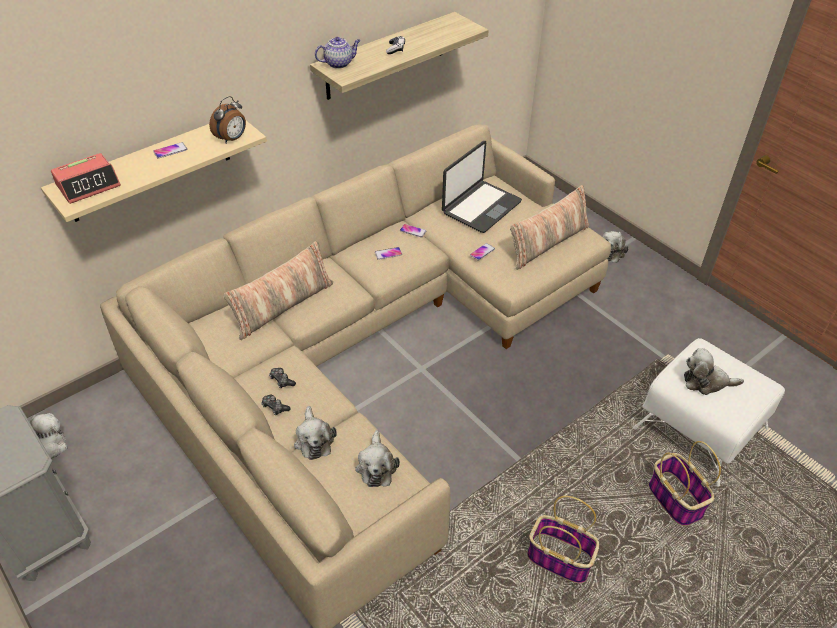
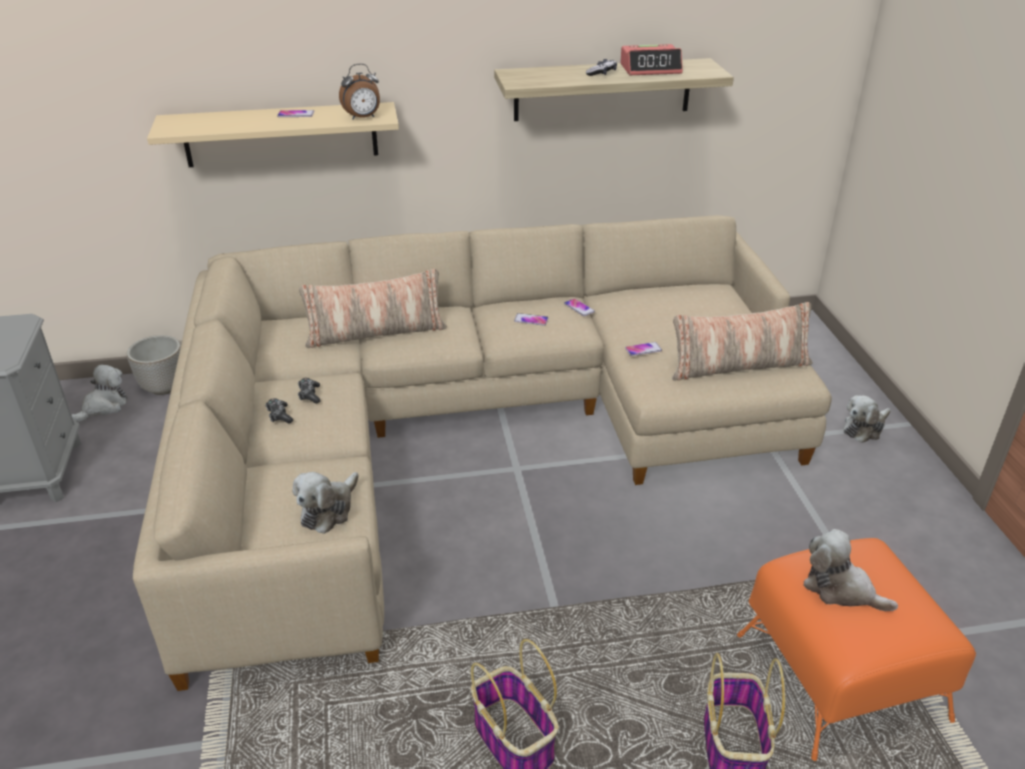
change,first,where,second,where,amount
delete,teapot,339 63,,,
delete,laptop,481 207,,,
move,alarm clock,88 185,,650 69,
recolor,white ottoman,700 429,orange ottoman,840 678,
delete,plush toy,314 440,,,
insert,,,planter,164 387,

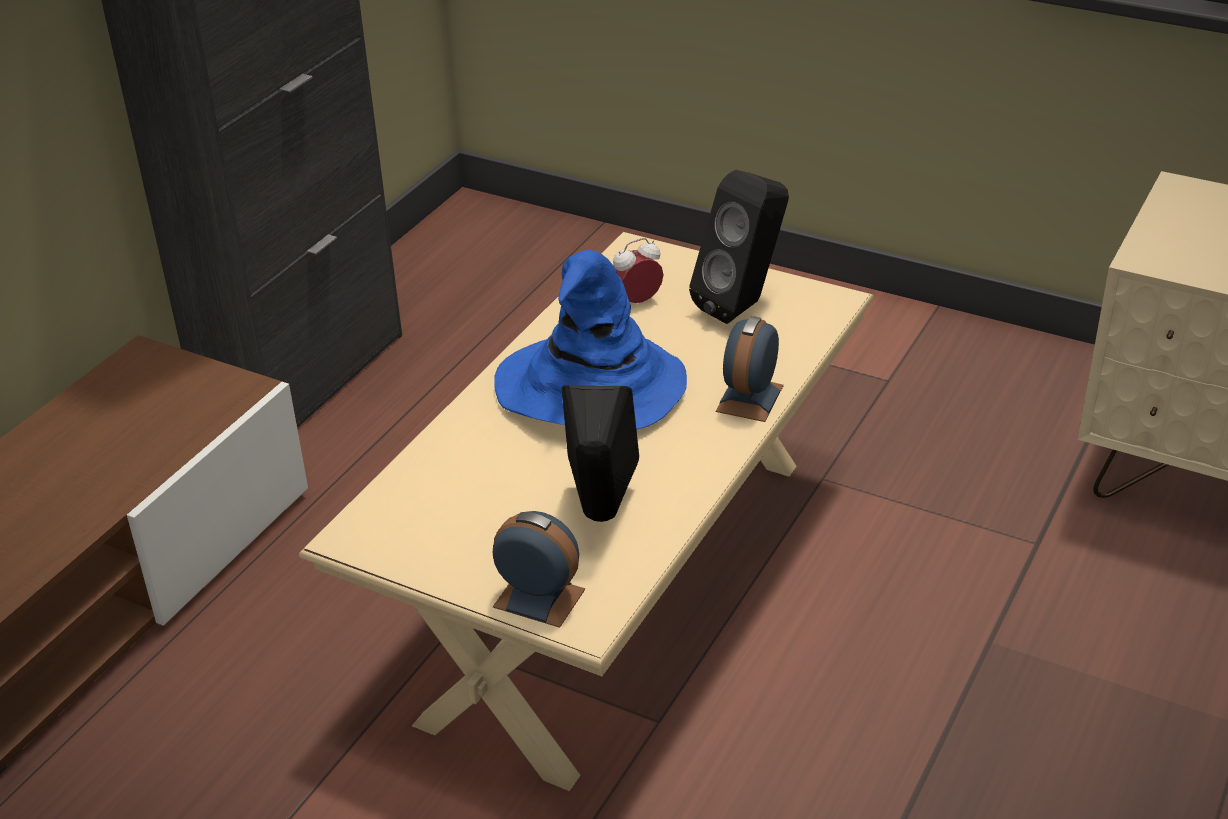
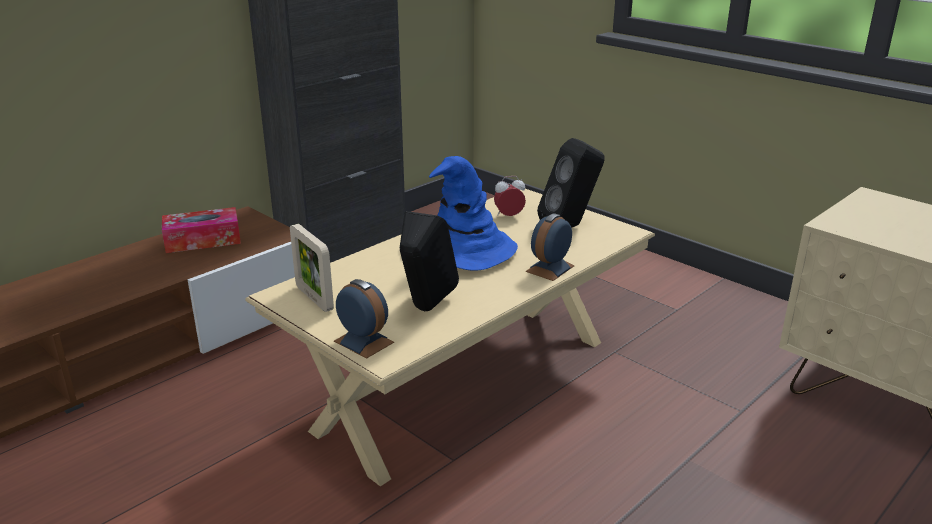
change,first,where,second,where,amount
insert,,,tissue box,203 240,
insert,,,picture frame,314 298,

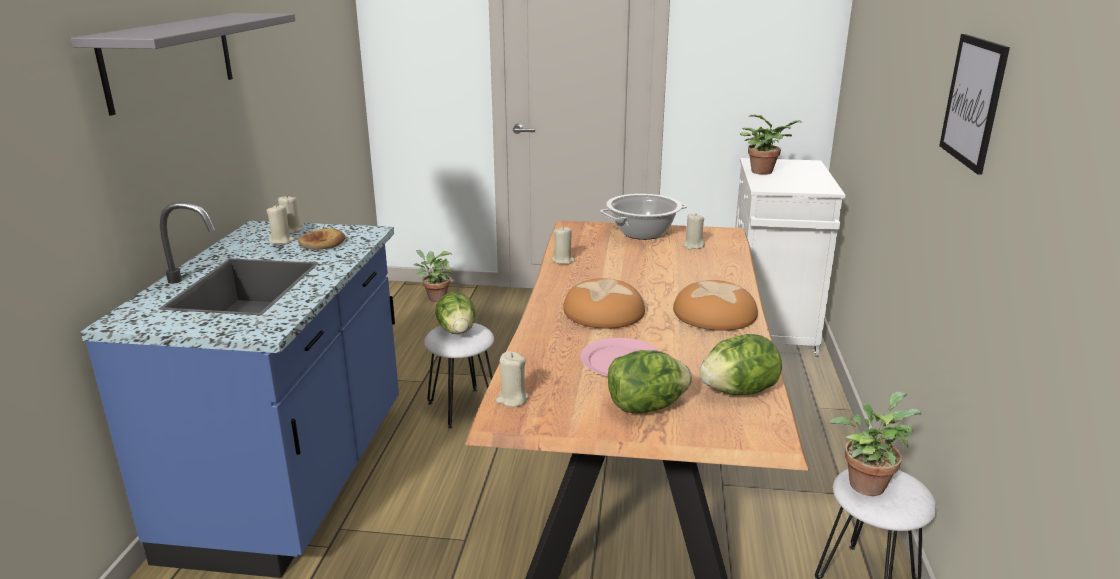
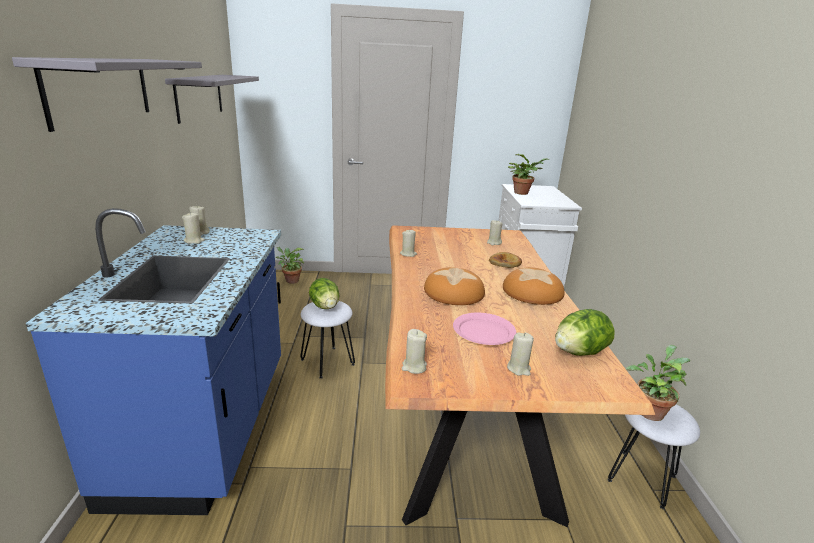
change,first,where,second,where,amount
delete,picture,973 101,,,
delete,cooking pot,642 233,,,
move,bread,322 243,,505 263,
replace,lettuce,646 407,beige candle,519 368,
insert,,,grey shelf,199 96,

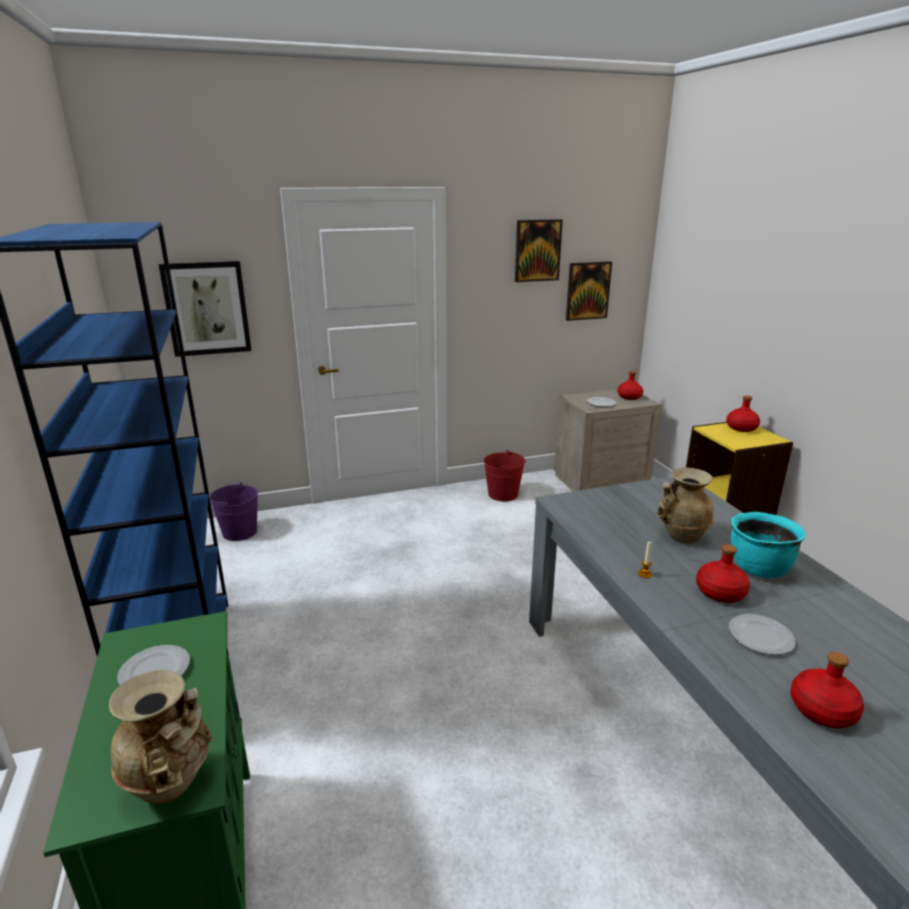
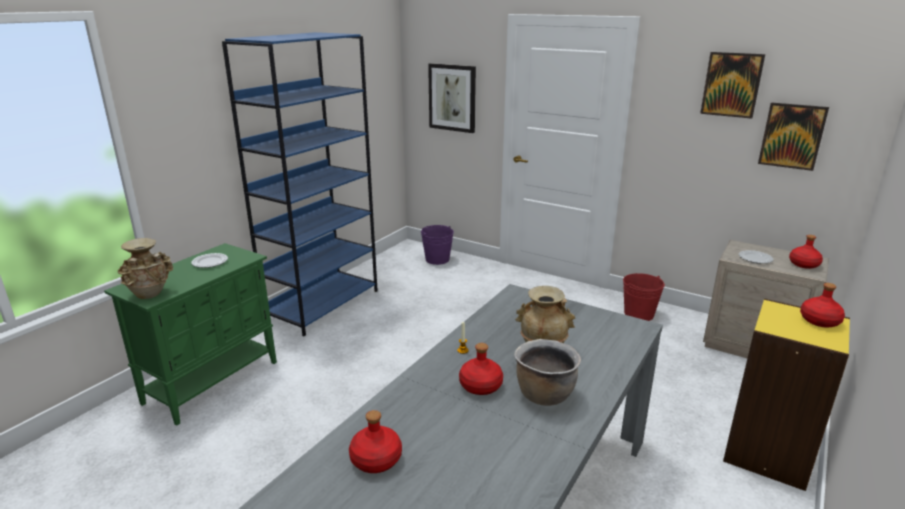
change,first,where,second,where,amount
recolor,turquoise cooking pot,758 568,brown cooking pot,544 394,
delete,plate,761 637,,,

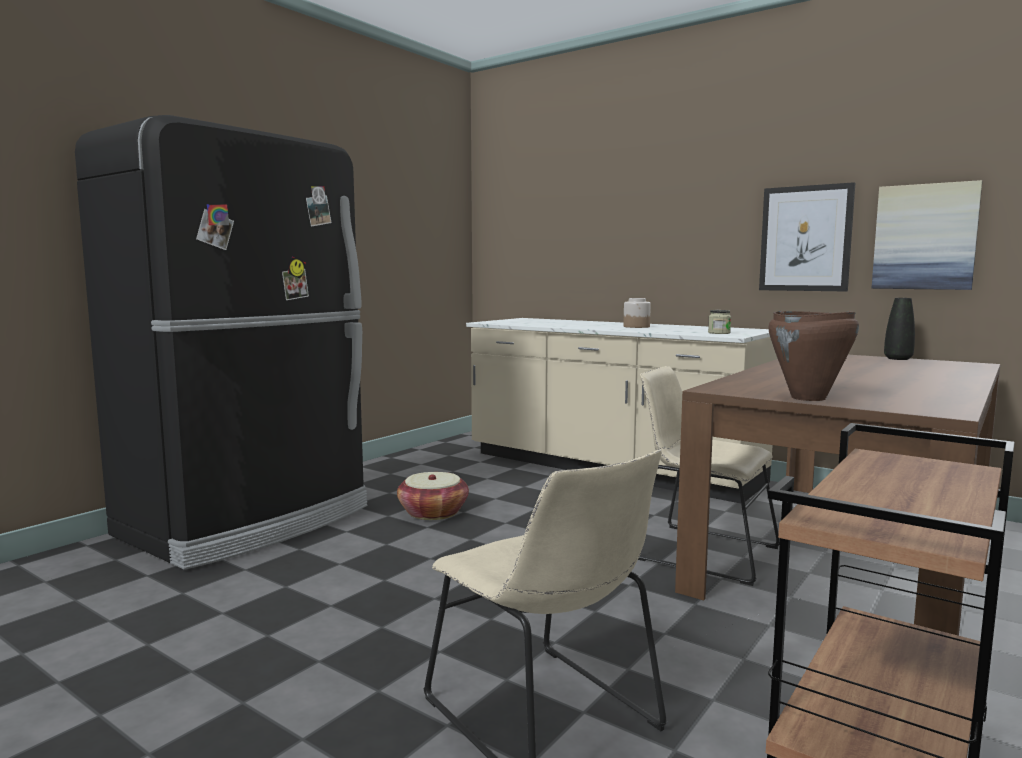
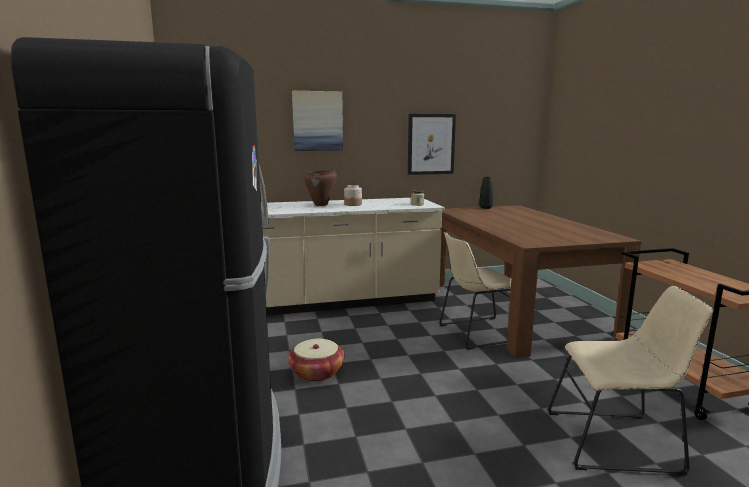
change,first,where,second,where,amount
move,picture,925 237,,317 121,
move,brown cooking pot,808 398,,321 205,

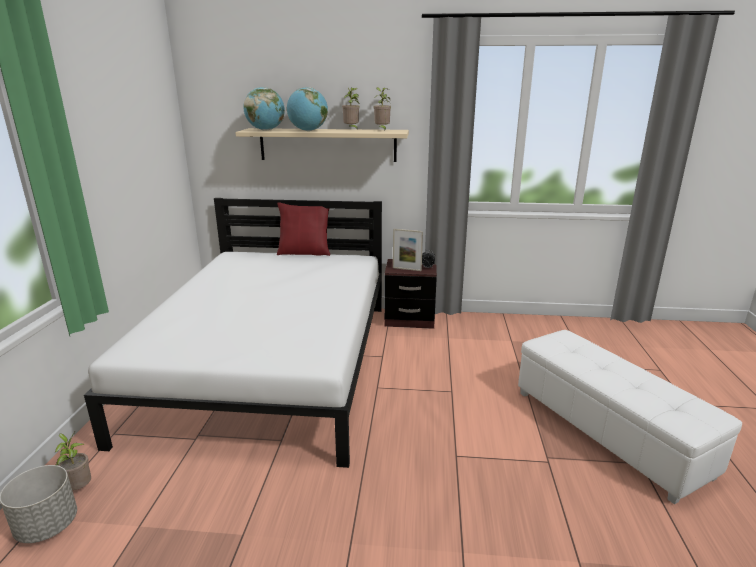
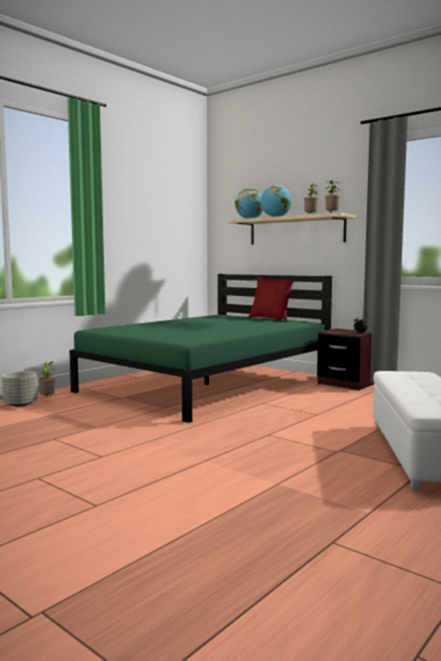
change,first,where,second,where,amount
recolor,white bed,273 364,green bed,208 384,
delete,picture frame,407 269,,,

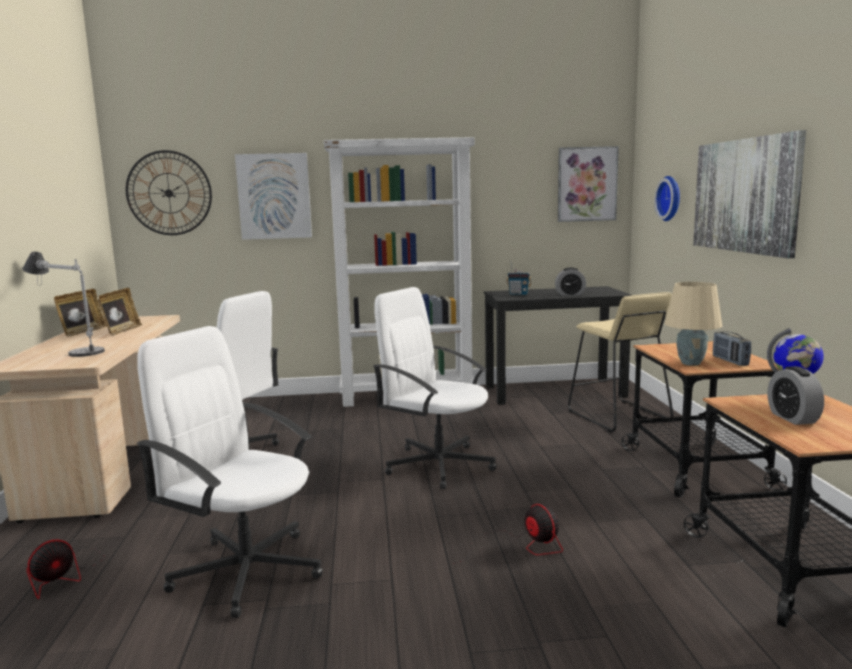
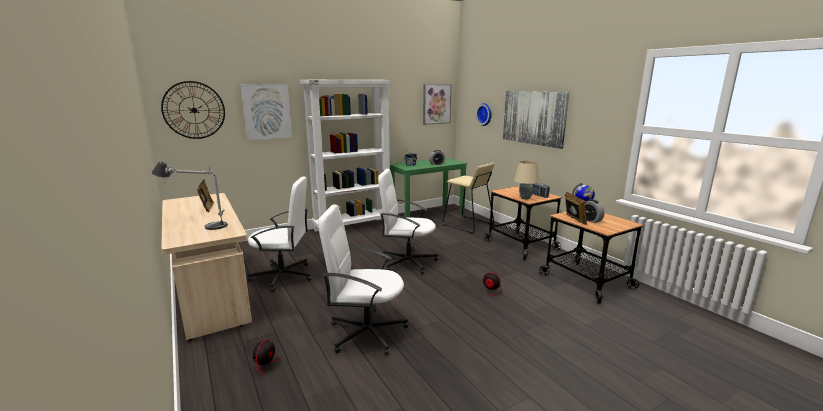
change,first,where,second,where,amount
recolor,black desk,554 391,green desk,427 215,
move,picture frame,82 332,,573 220,

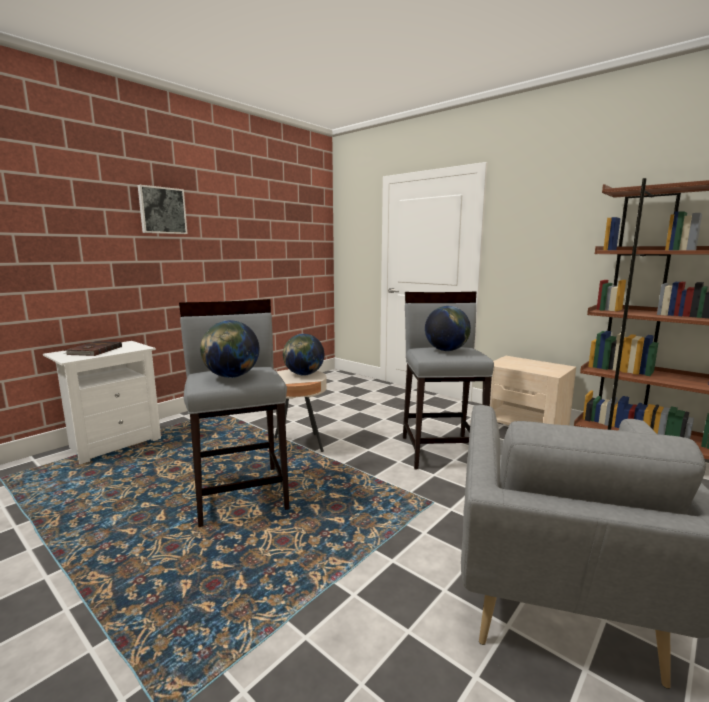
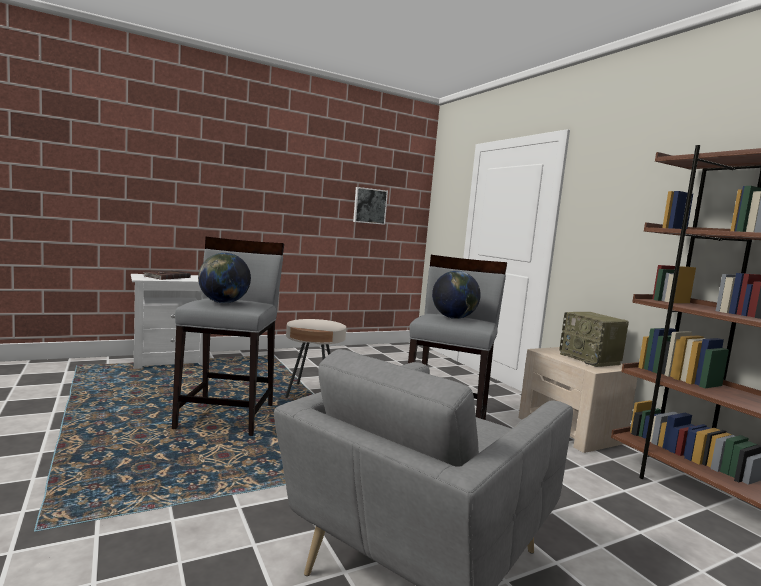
change,first,where,second,where,amount
move,picture,162 210,,369 206,
delete,globe,304 374,,,
insert,,,radio,590 359,

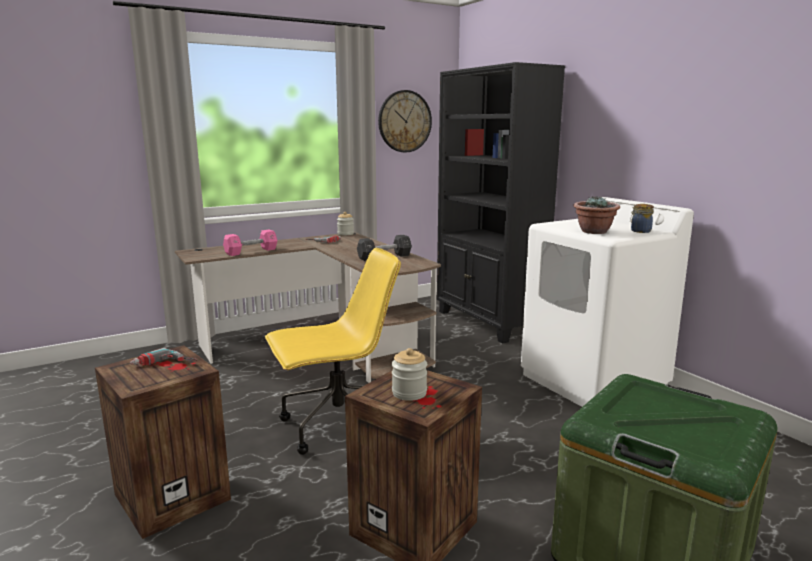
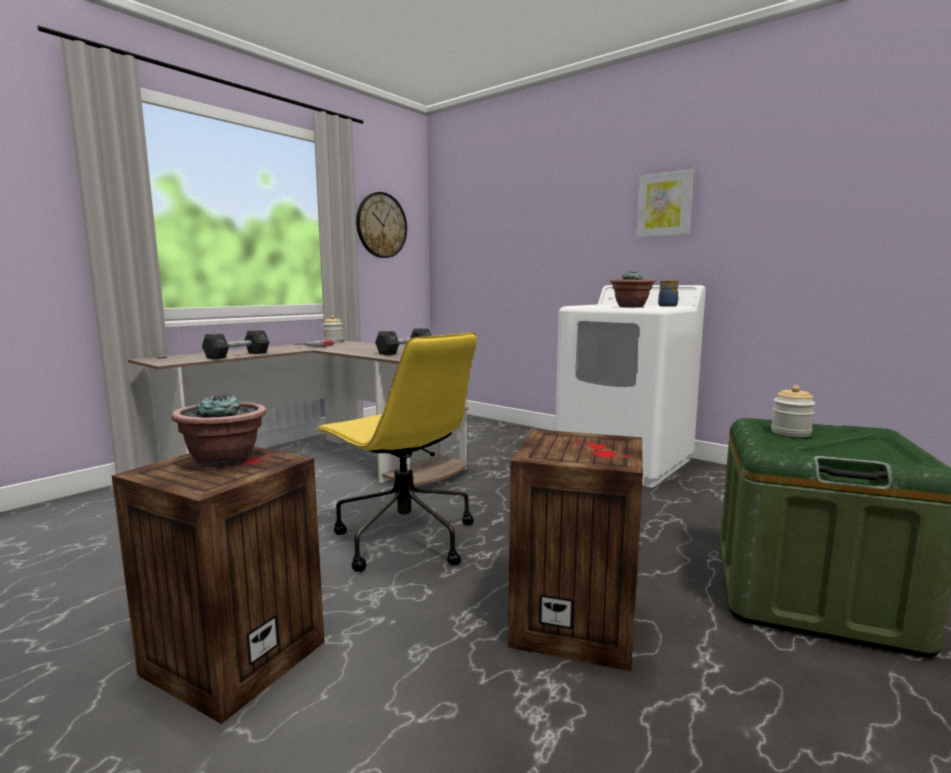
change,first,where,second,where,amount
delete,black bookcase,488 322,,,
recolor,pink dumbbell,251 251,black dumbbell,237 355,
rotate,yellow office chair,337 426,,403 538,90 degrees clockwise
replace,power drill,163 365,potted plant,224 461,
move,jar,409 393,,790 433,
insert,,,picture,664 205,

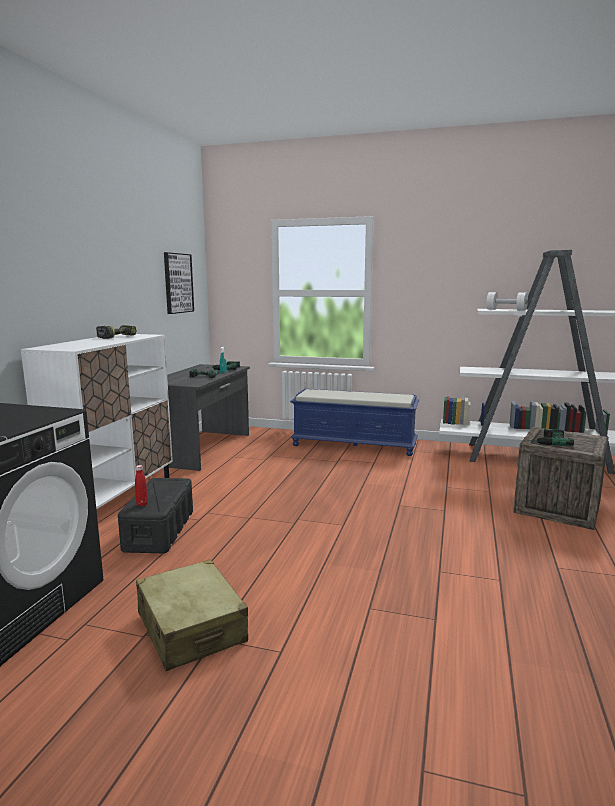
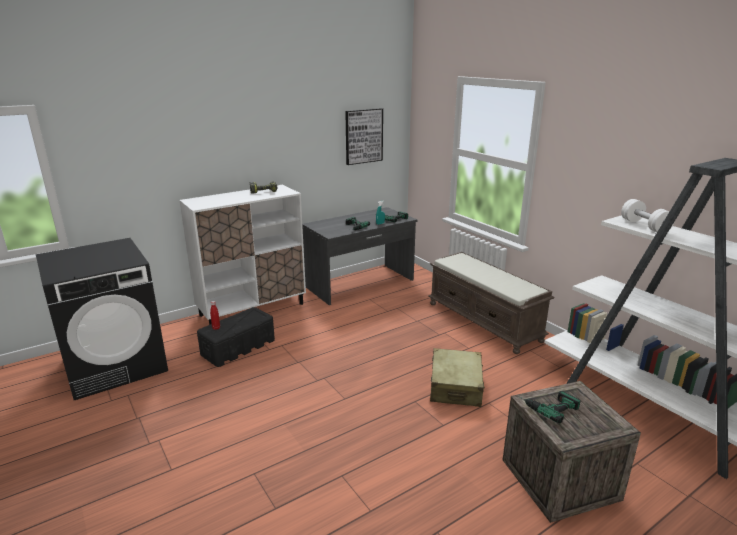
change,first,where,second,where,amount
recolor,blue bench,355 445,brown bench,484 321,
move,beige suitcase,191 628,,455 386,

